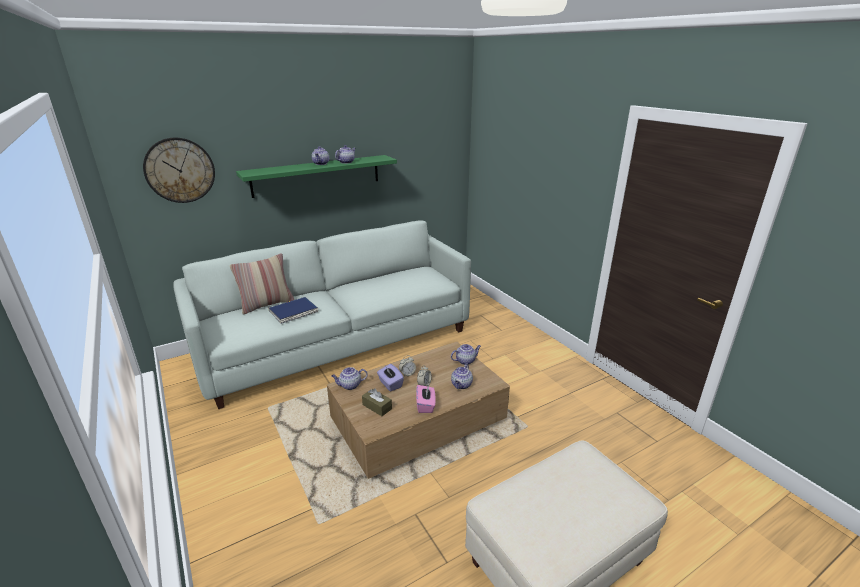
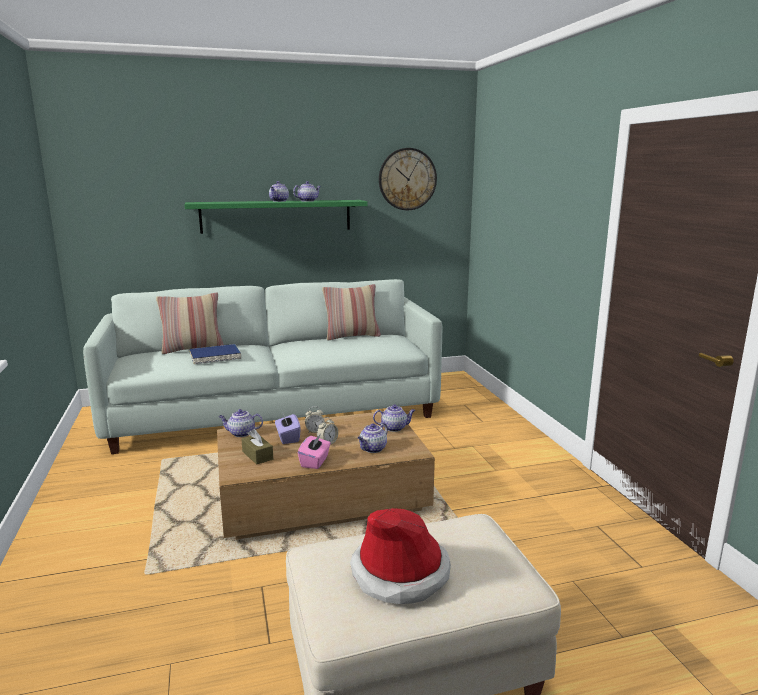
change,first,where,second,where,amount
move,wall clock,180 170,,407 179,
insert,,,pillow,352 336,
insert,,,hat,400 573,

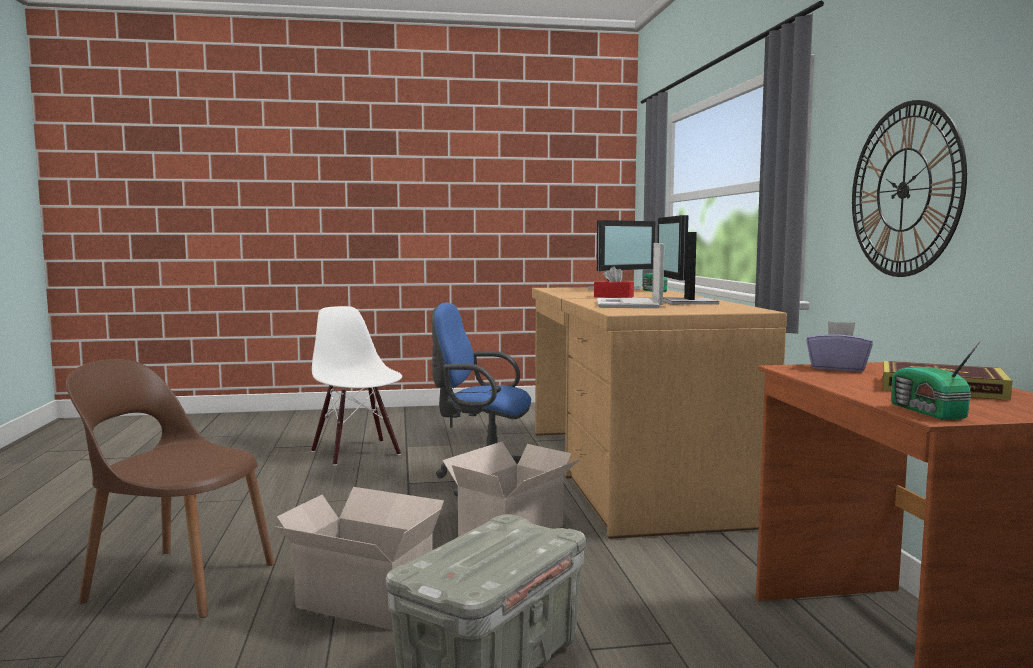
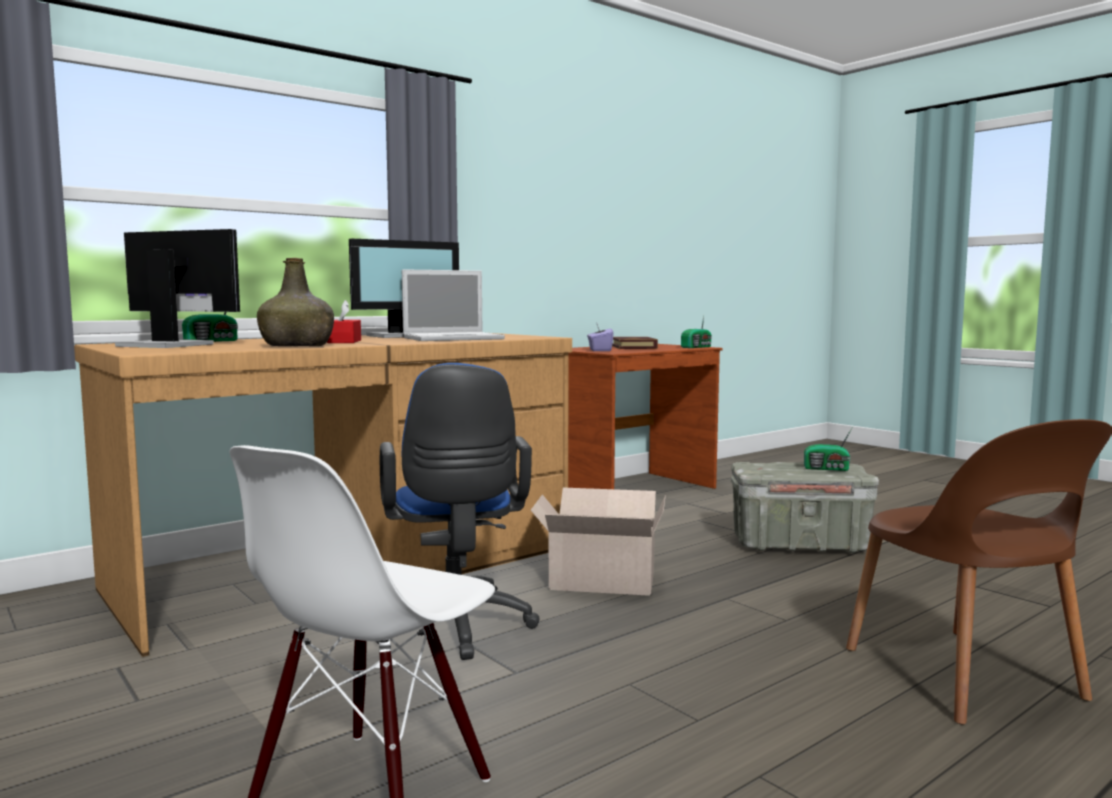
change,first,where,second,where,amount
delete,wall clock,904 190,,,
delete,cardboard box,362 600,,,
insert,,,green bottle,298 346,
insert,,,radio,827 469,

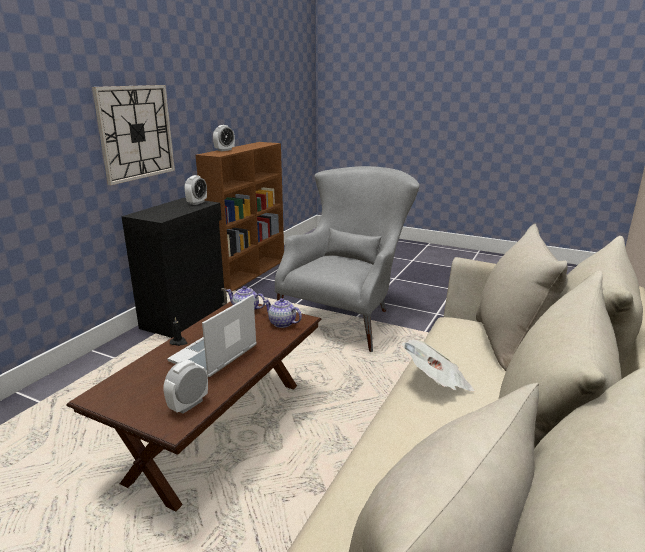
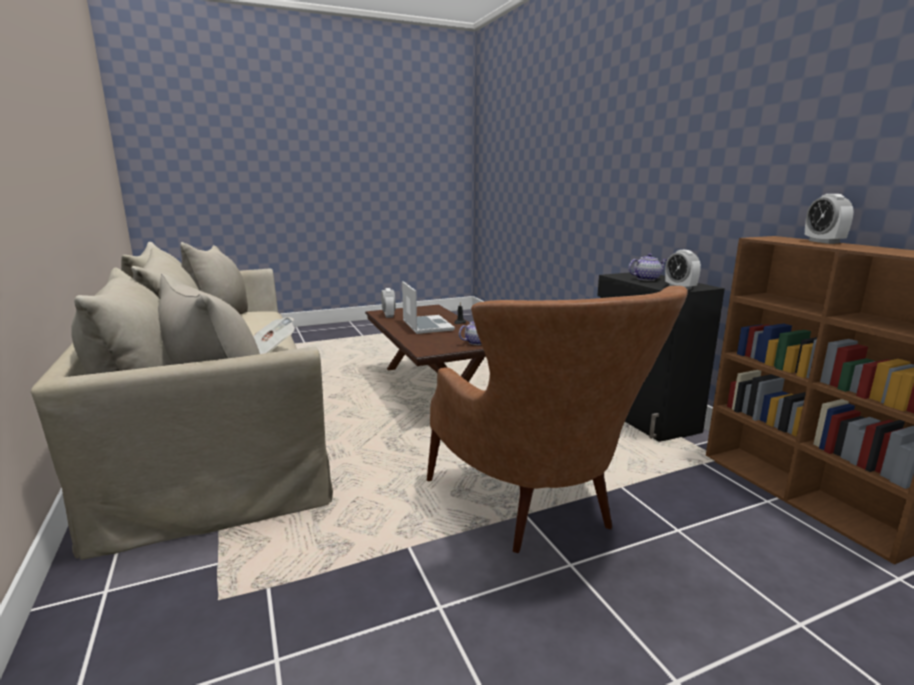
change,first,where,second,where,amount
delete,wall clock,136 132,,,
recolor,grey armchair,348 315,brown armchair,540 512,
move,teapot,282 323,,646 279,

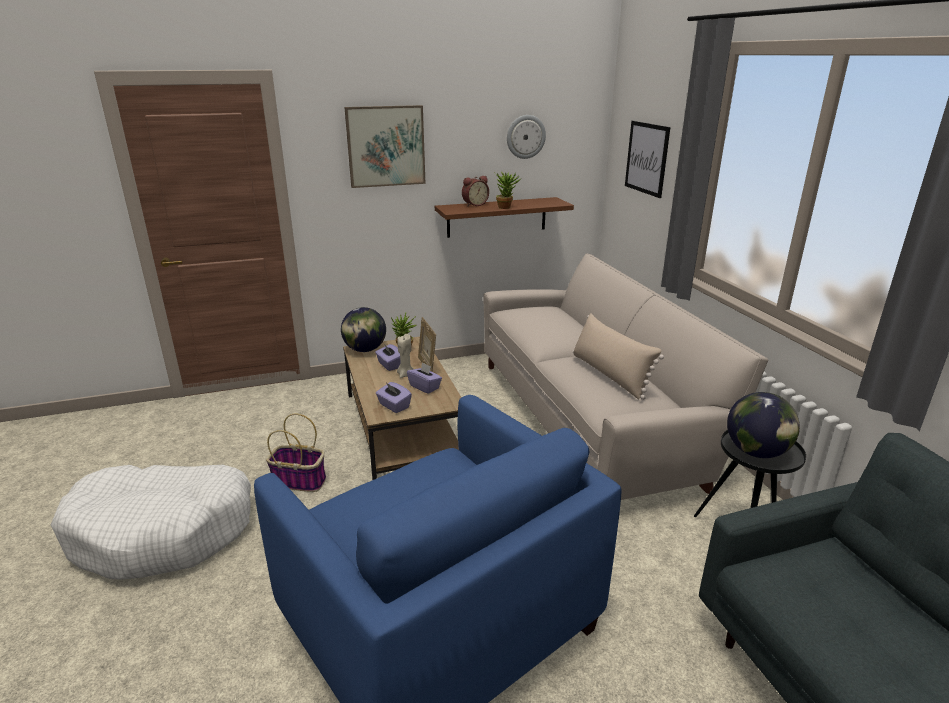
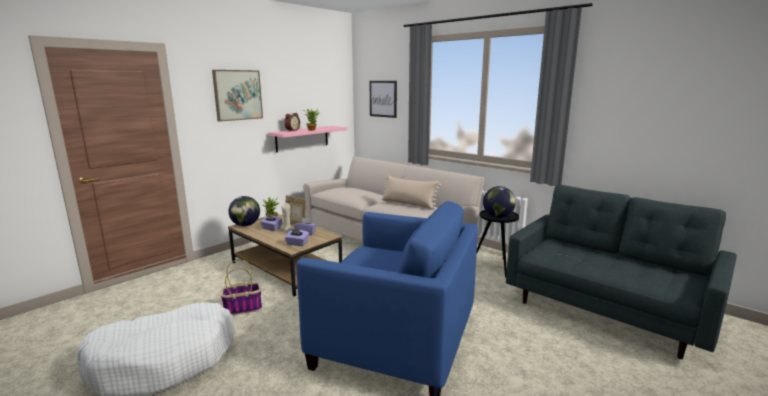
change,first,where,second,where,amount
delete,wall clock,525 136,,,
recolor,brown shelf,497 217,pink shelf,302 138,

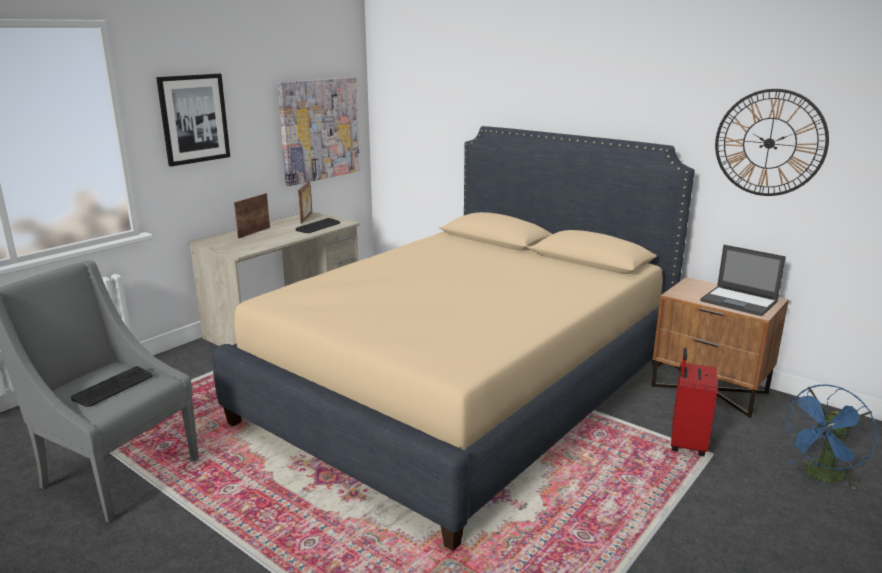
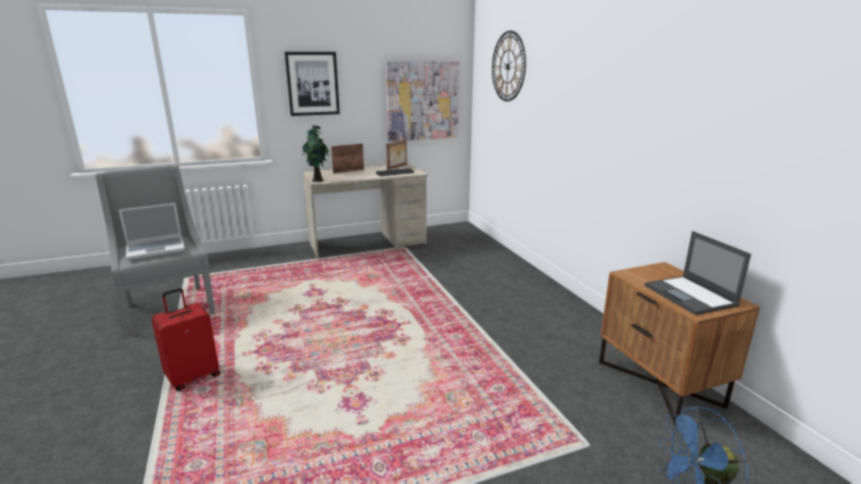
change,first,where,second,where,amount
move,wall clock,769 143,,508 66,
delete,beige bed,465 390,,,
move,red suitcase,686 444,,193 377,
replace,keyboard,114 387,laptop,156 249,
insert,,,potted plant,318 180,

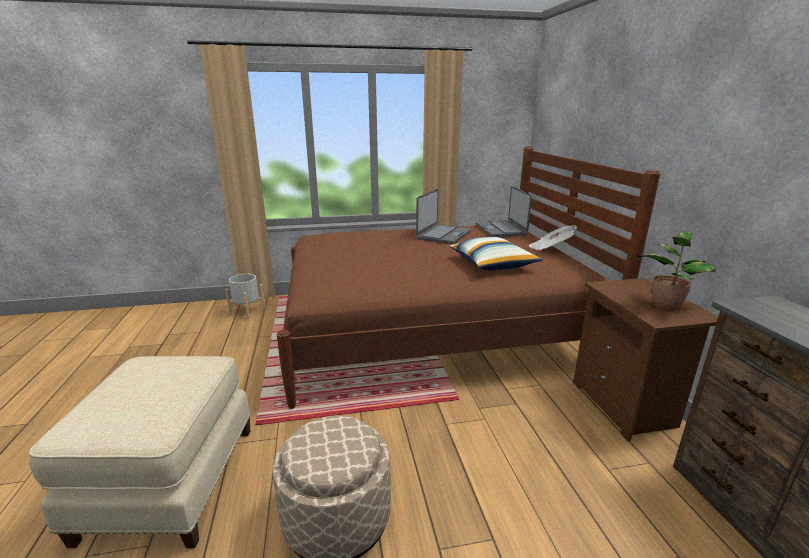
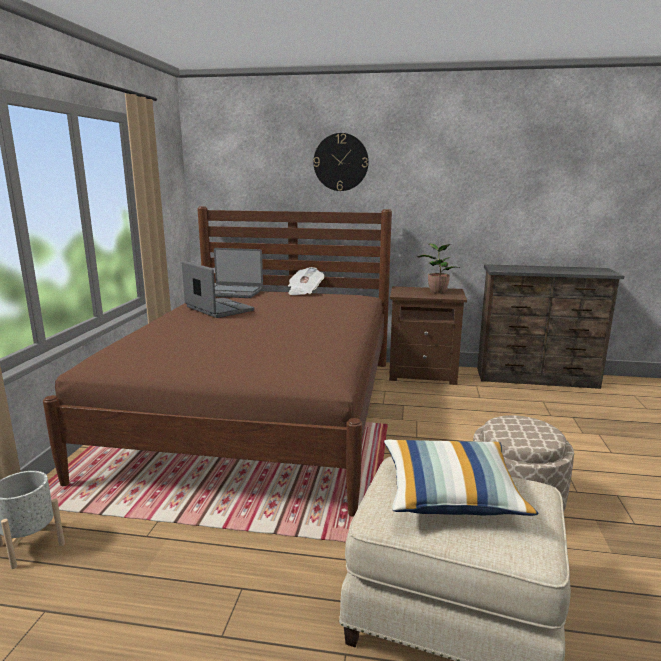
change,first,where,second,where,amount
move,pillow,492 264,,450 494,
insert,,,wall clock,341 162,

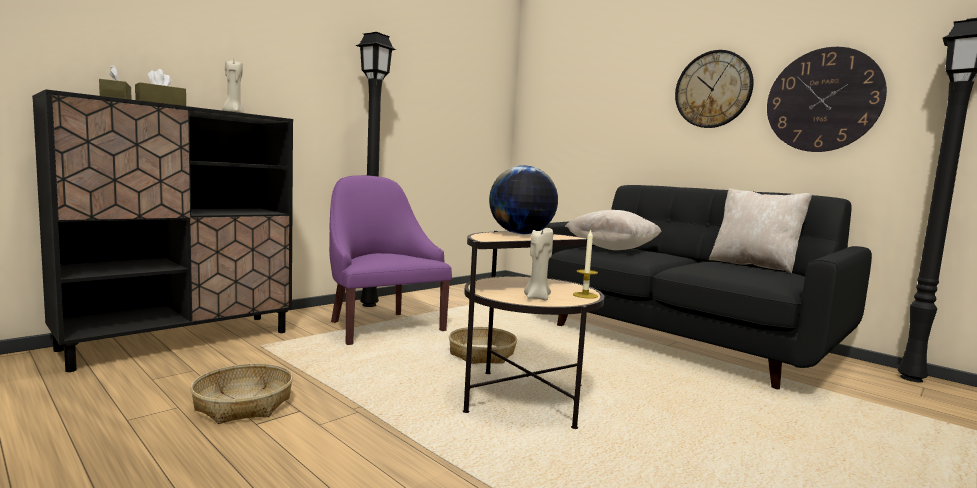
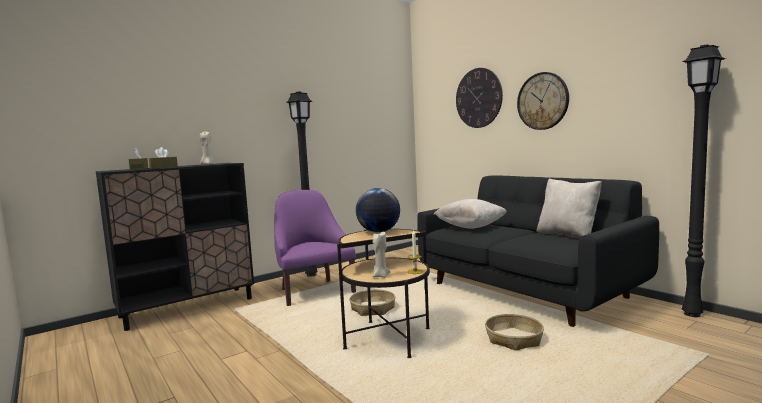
change,first,where,second,where,amount
move,wall clock,823 100,,478 98,
move,basket,243 404,,513 339,

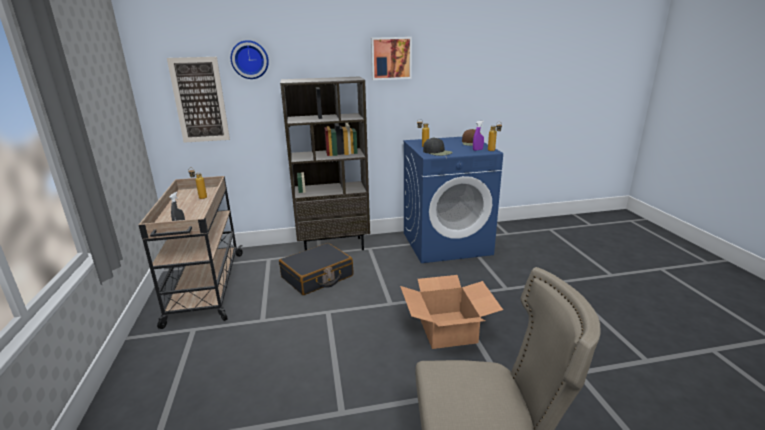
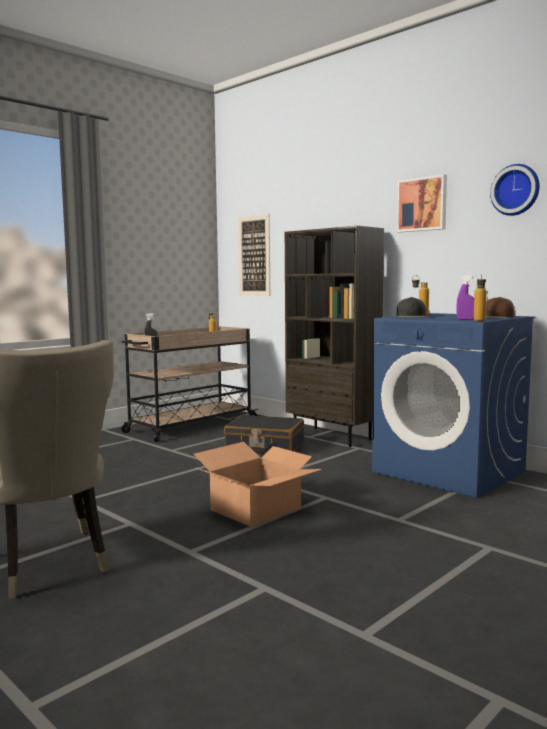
change,first,where,second,where,amount
move,wall clock,250 59,,516 190,

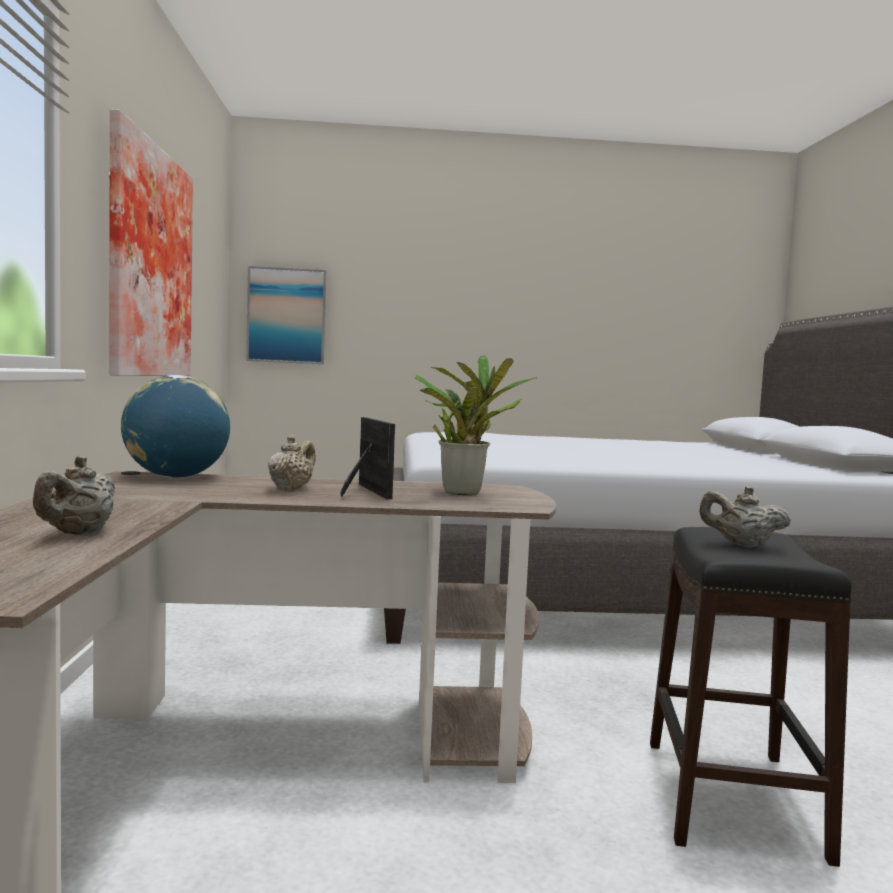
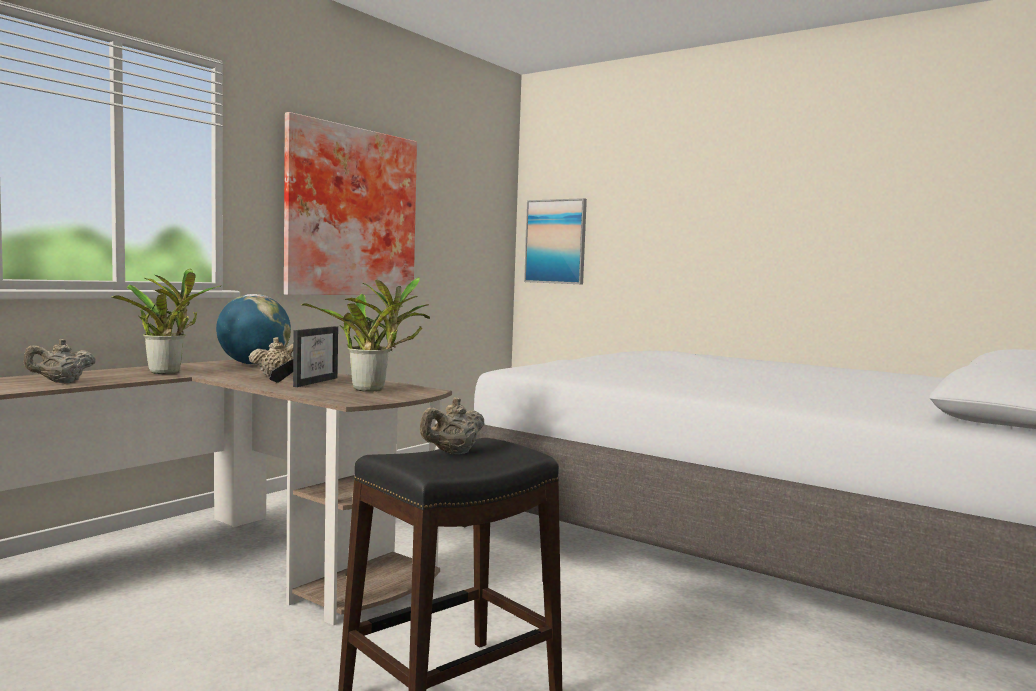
change,first,where,second,where,amount
rotate,beige teapot,742 545,,453 453,105 degrees counterclockwise
insert,,,potted plant,168 372,

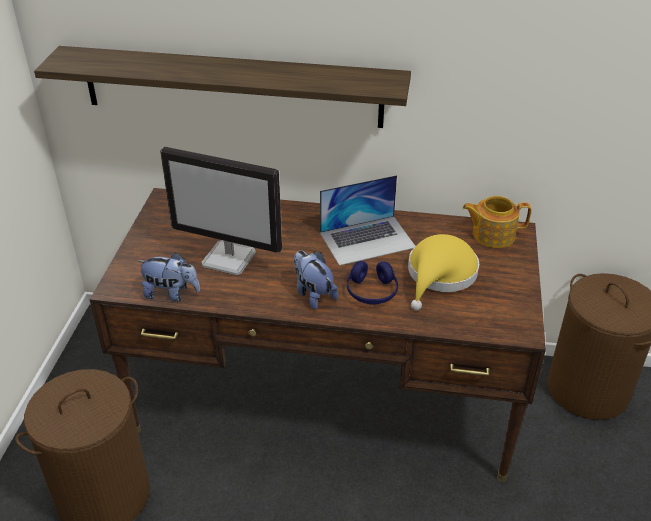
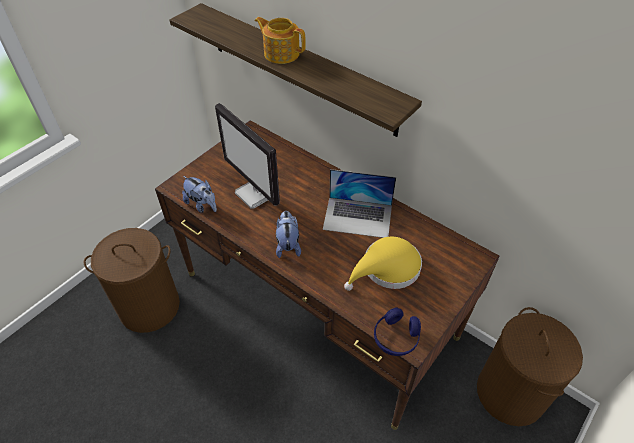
change,first,where,second,where,amount
move,teapot,492 235,,281 53,
move,blue headphones,371 292,,396 337,

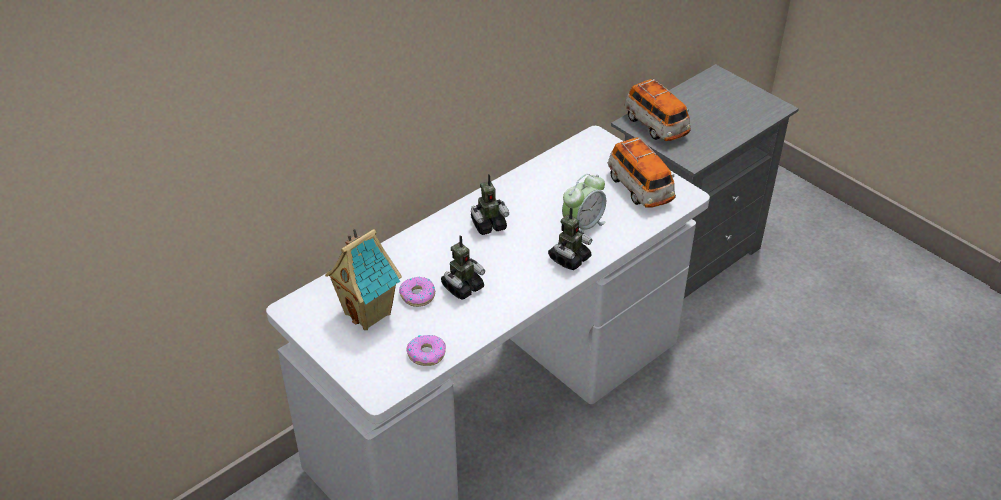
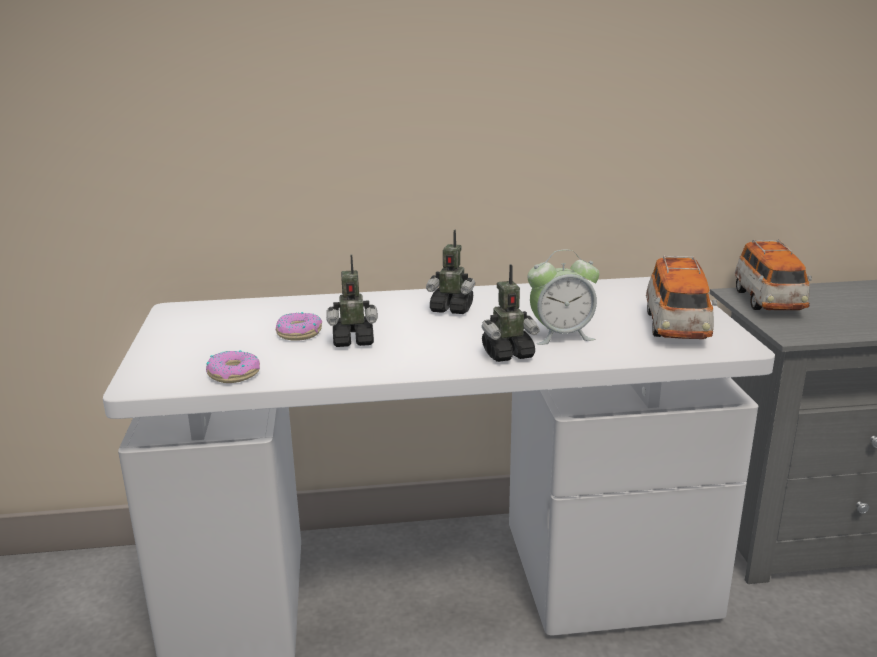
change,first,where,second,where,amount
delete,toy house,369 313,,,

